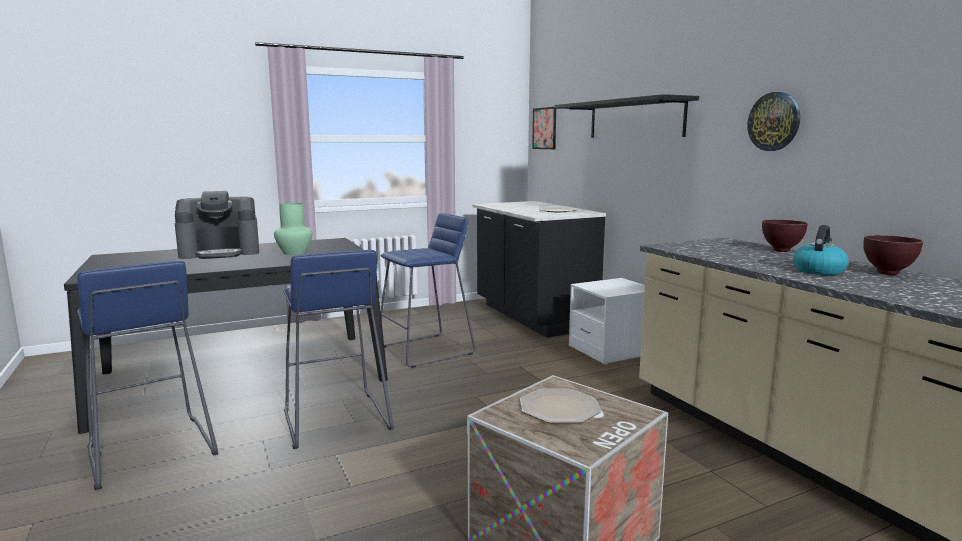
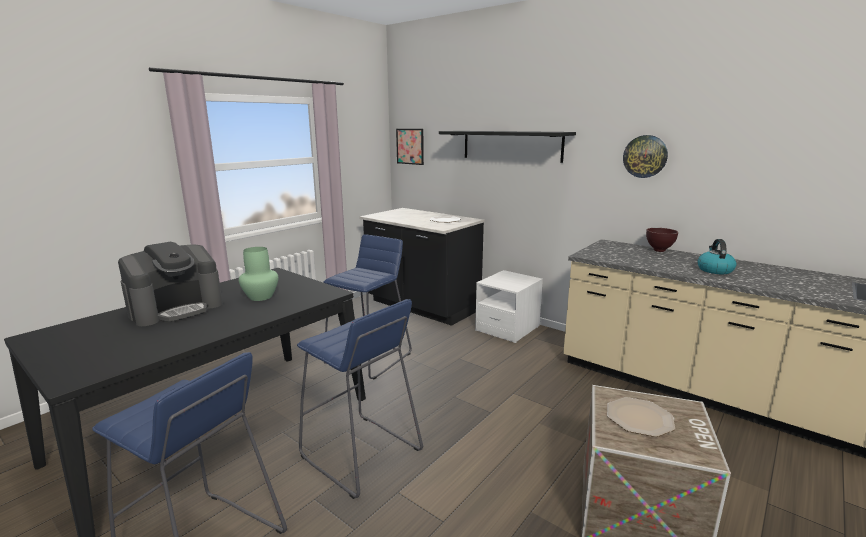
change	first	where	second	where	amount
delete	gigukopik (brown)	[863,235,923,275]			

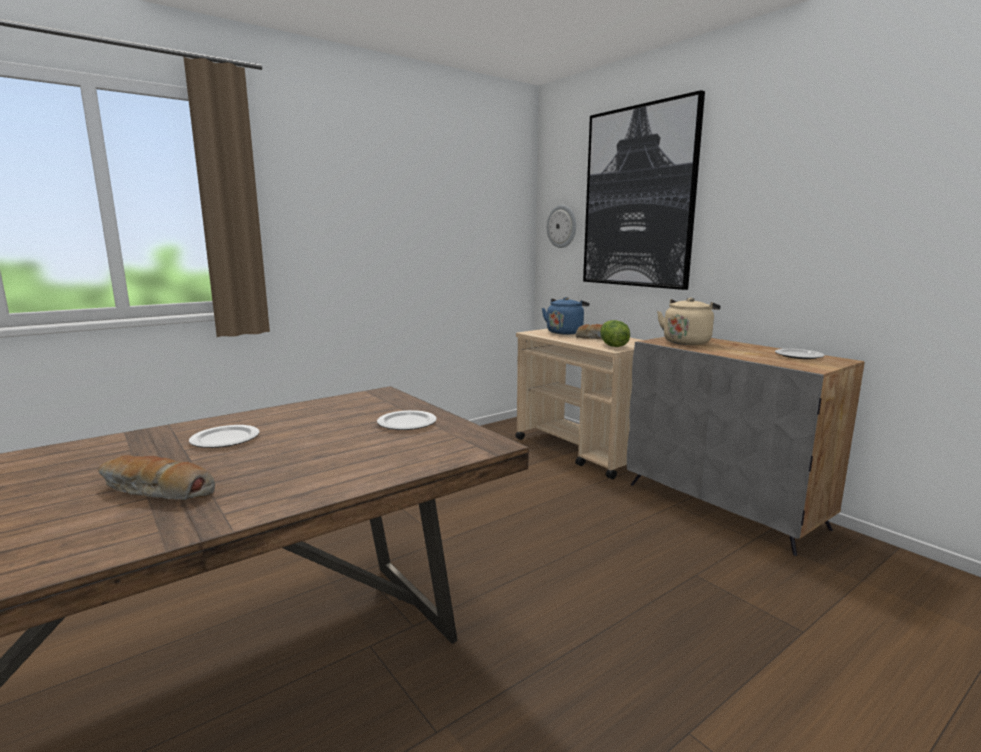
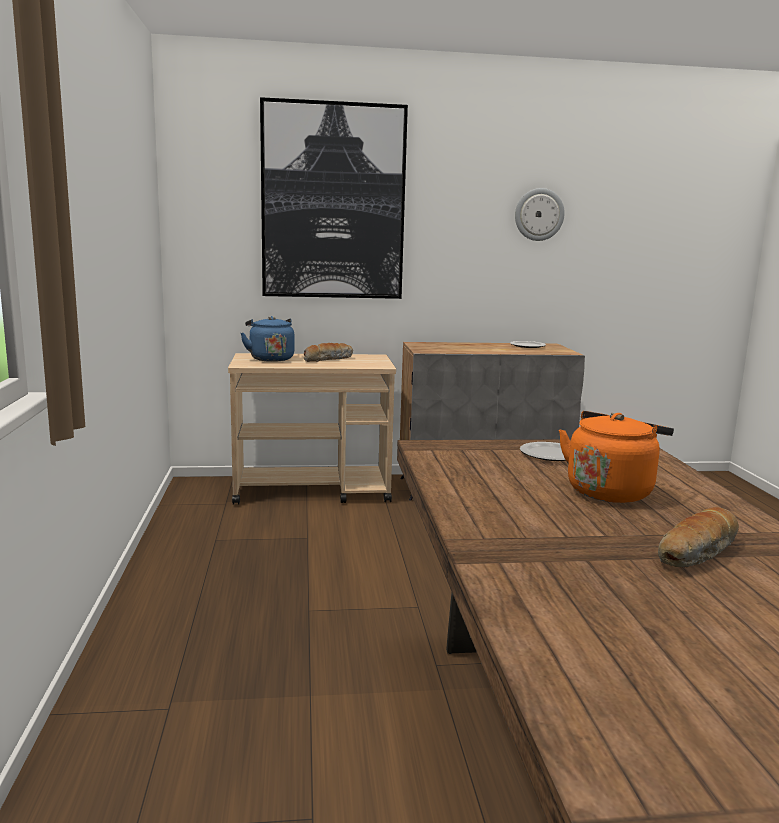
change	first	where	second	where	amount
delete	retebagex	[189,425,260,448]			
move	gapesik	[547,205,576,248]		[515,188,565,241]	
delete	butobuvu	[600,320,630,347]			
delete	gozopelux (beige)	[657,298,721,345]			
insert			gozopelux (orange)	[559,411,674,503]	

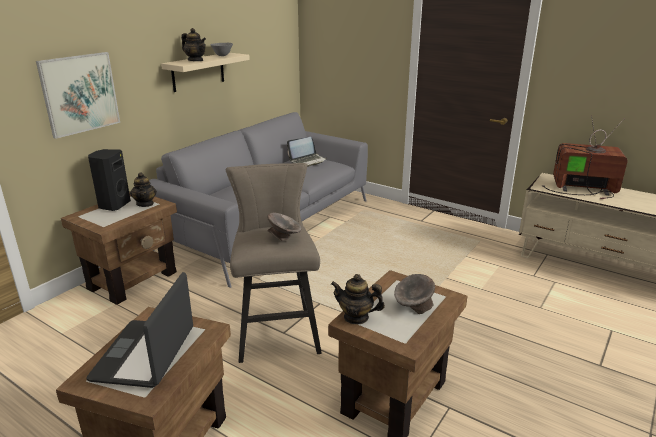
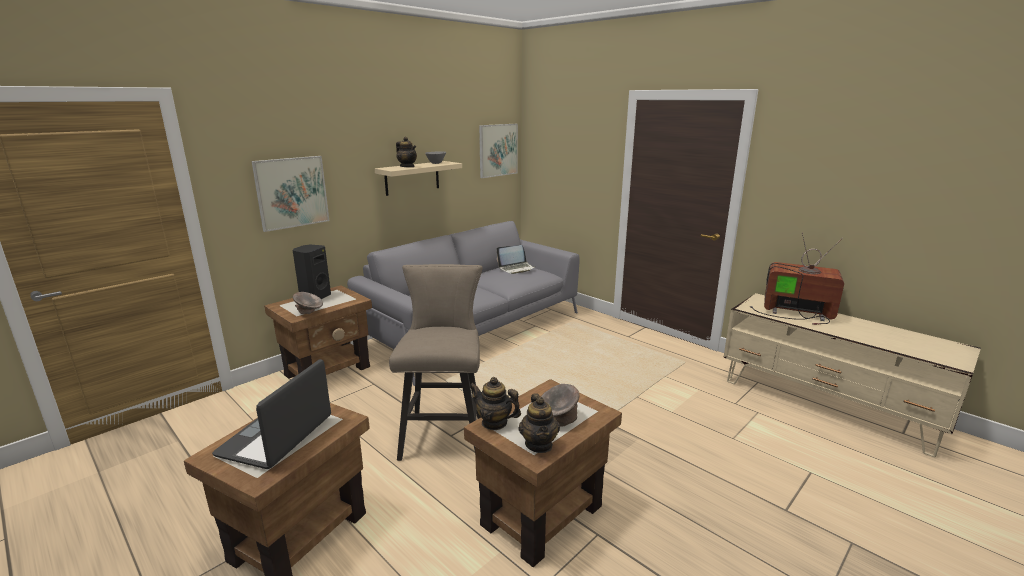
change	first	where	second	where	amount
move	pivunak	[130,172,157,207]		[518,393,560,453]	
move	gigukopik (grey)	[267,212,302,241]		[293,292,323,314]	
insert			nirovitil	[479,124,518,178]	

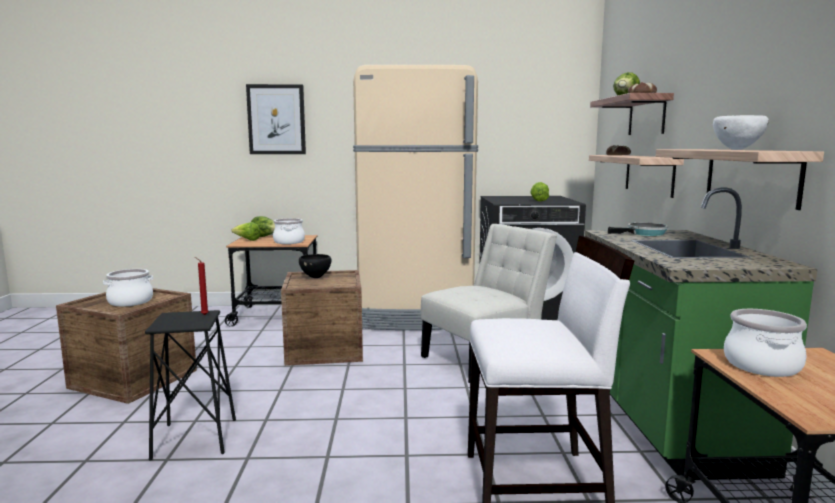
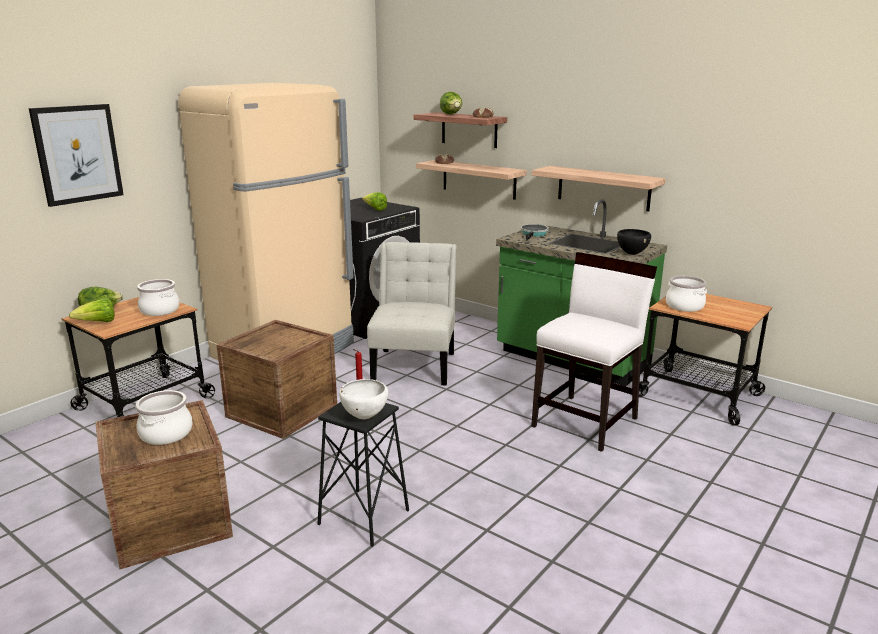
change	first	where	second	where	amount
move	gigukopik (black)	[299,254,331,278]		[617,229,651,255]	
move	gigukopik (white)	[713,115,769,150]		[339,379,388,419]	

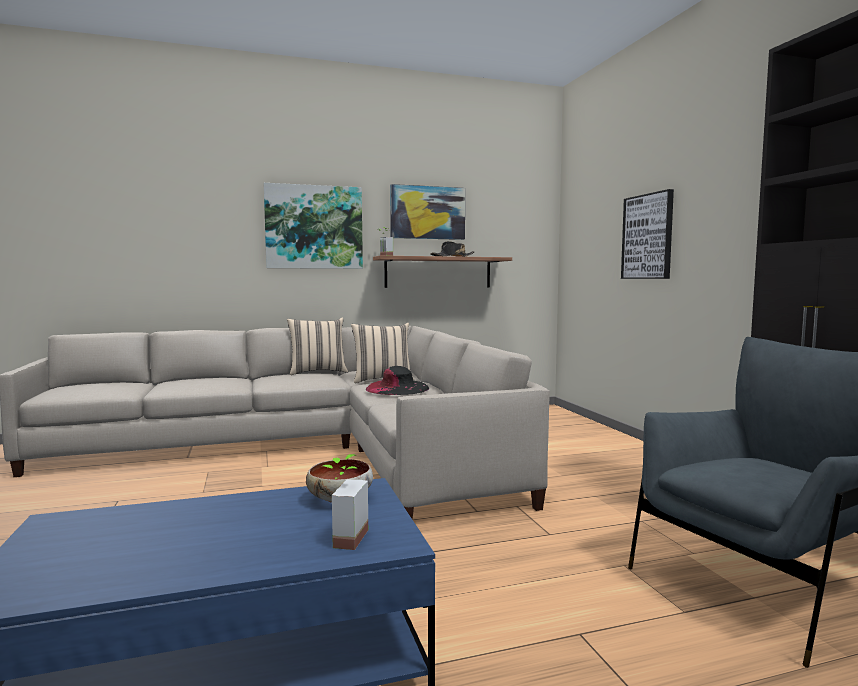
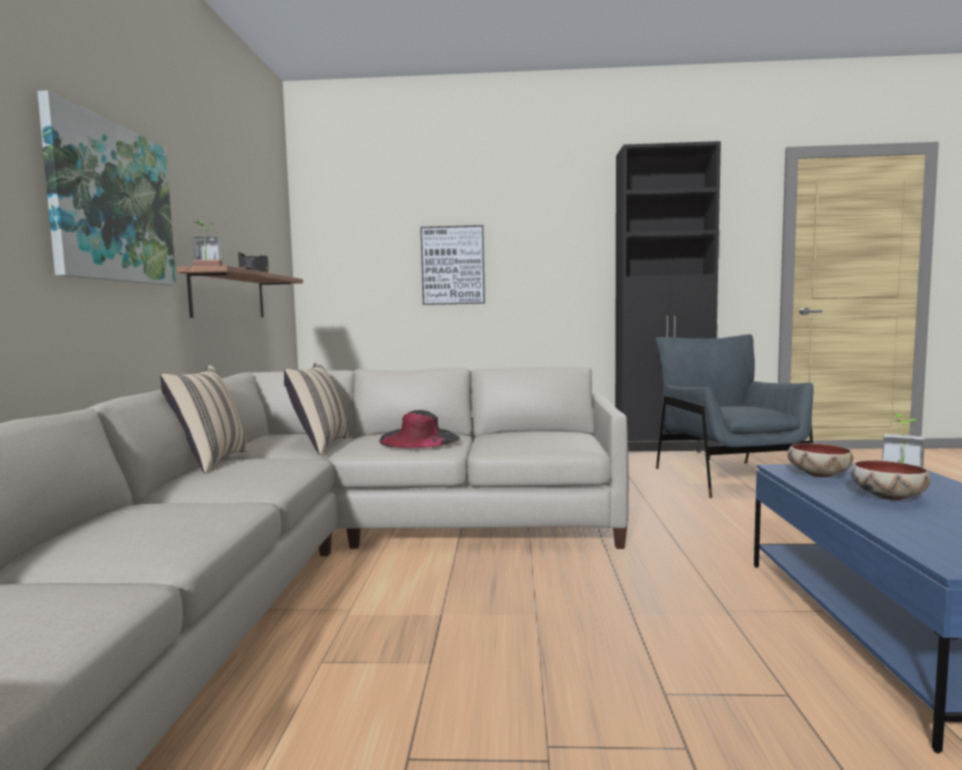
change	first	where	second	where	amount
delete	nirovitil	[390,184,465,240]			
insert			gigukopik	[850,460,930,500]	

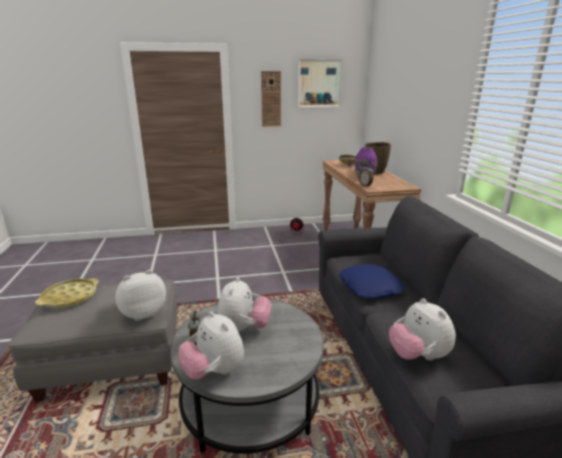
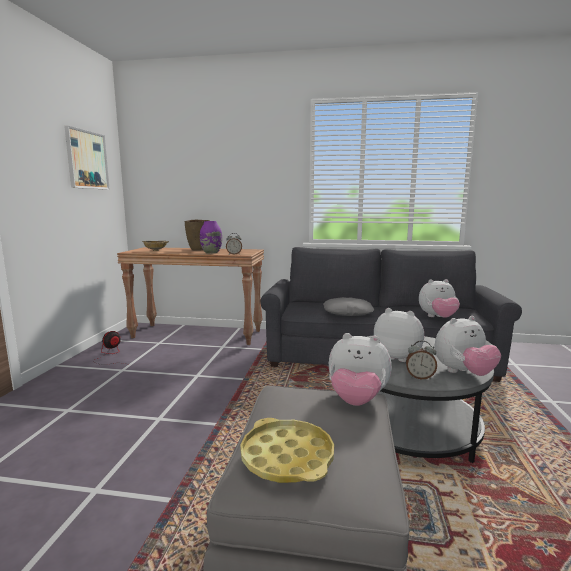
change	first	where	second	where	amount
rotate	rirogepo	[115,270,166,321]		[329,333,392,406]	60 degrees counterclockwise
delete	gapesik	[261,71,281,127]			
recolor	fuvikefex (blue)	[339,264,405,299]	fuvikefex (grey)	[323,297,374,316]	

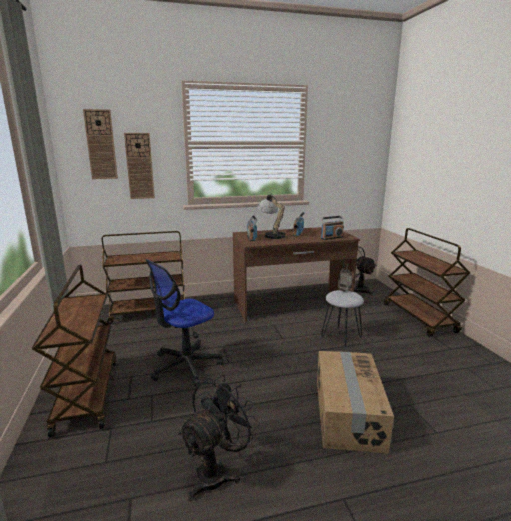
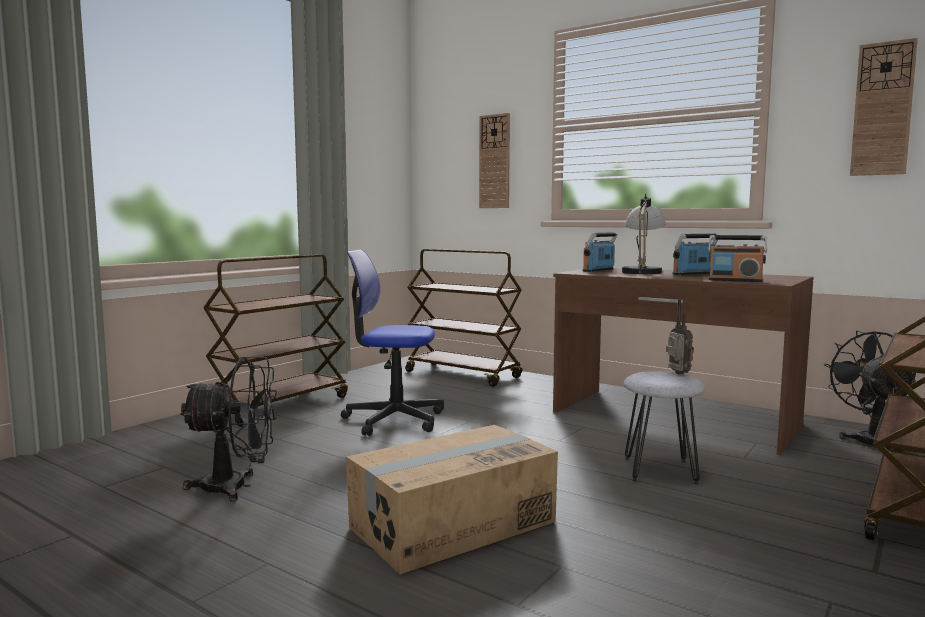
change	first	where	second	where	amount
move	gapesik	[83,109,118,179]		[850,38,918,176]	

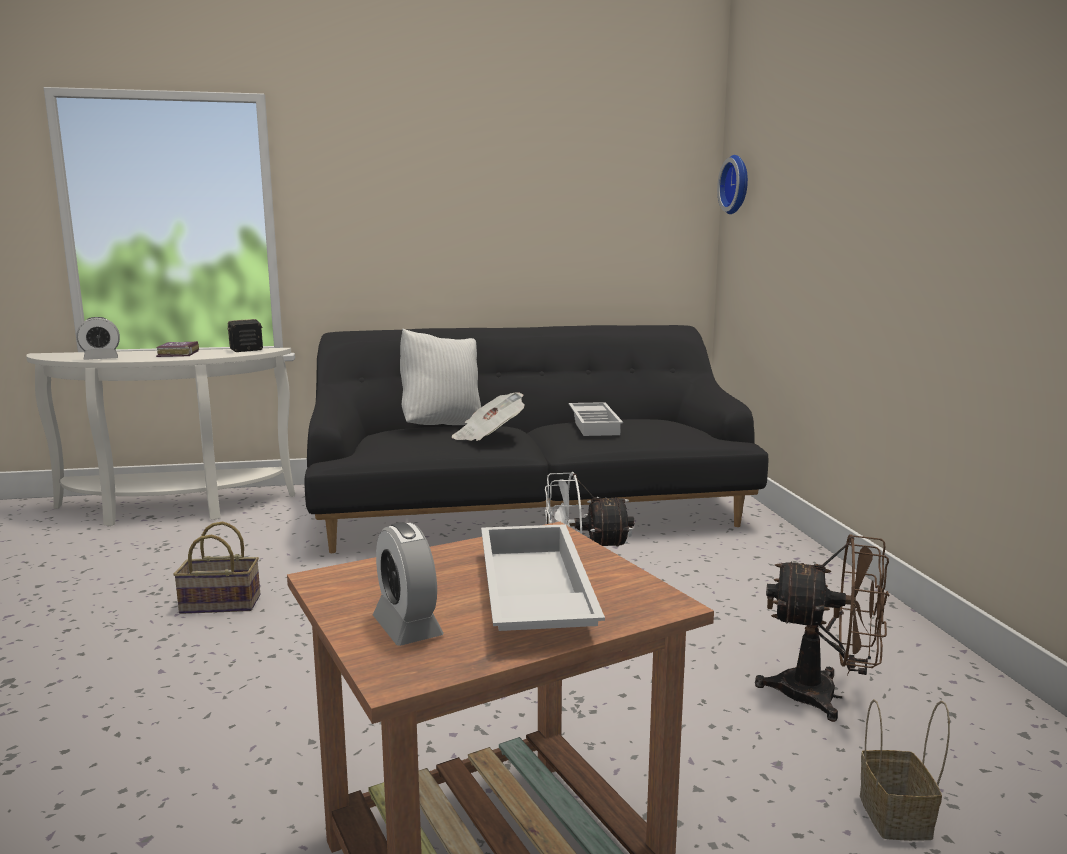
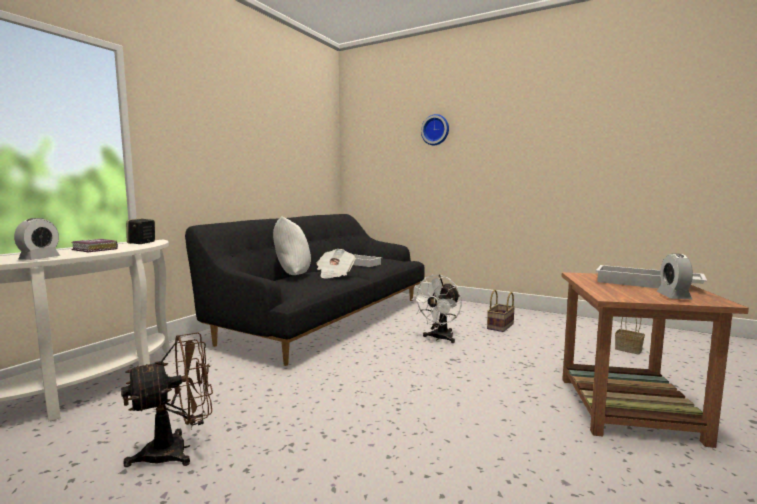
change	first	where	second	where	amount
move	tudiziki	[173,522,260,614]		[487,290,515,332]	
rotate	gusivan	[373,522,444,646]		[656,253,693,299]	90 degrees clockwise
move	gapesik	[717,155,748,214]		[421,114,449,145]	
move	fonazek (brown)	[755,534,890,722]		[121,333,213,467]	

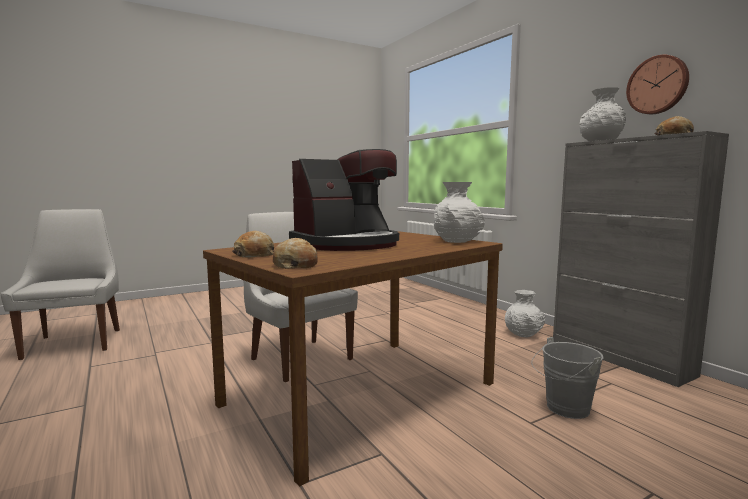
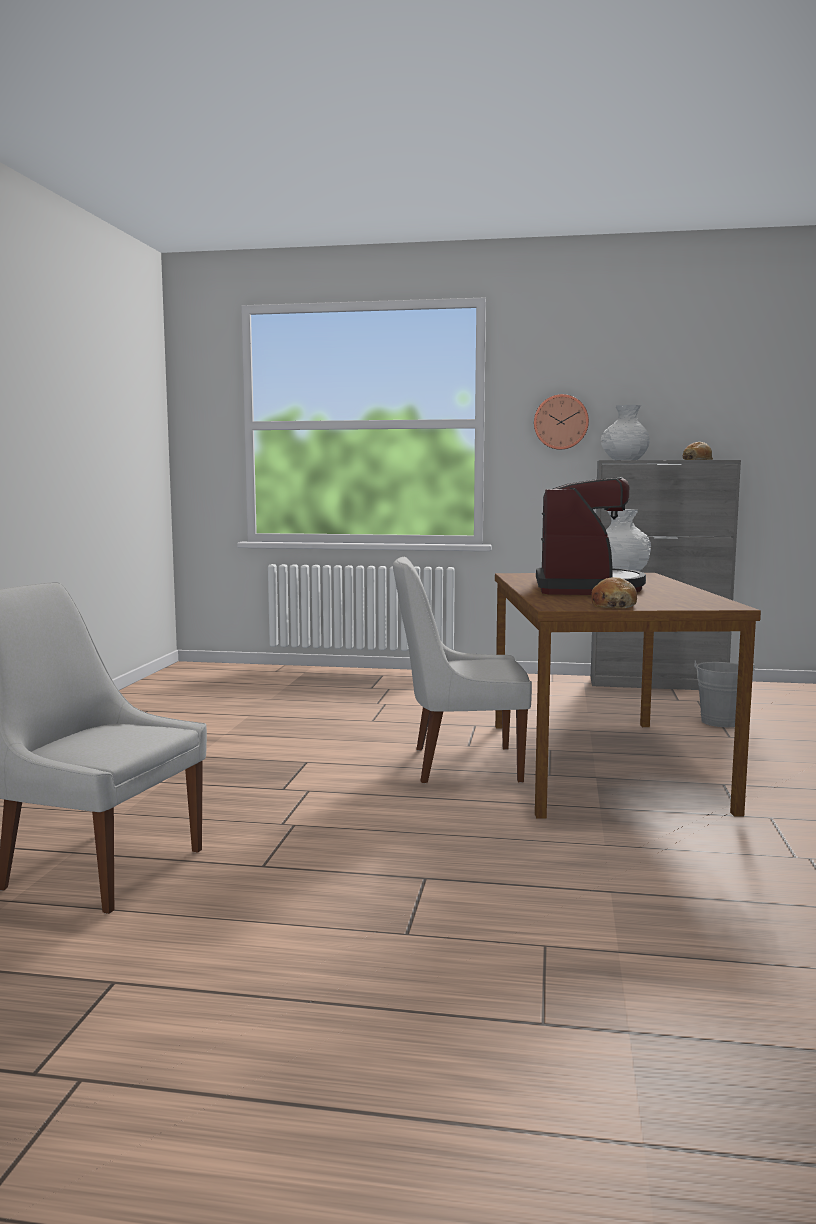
change	first	where	second	where	amount
delete	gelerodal	[273,238,317,269]			
delete	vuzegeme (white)	[505,290,545,338]			
move	gapesik	[626,55,689,114]		[534,394,589,450]	

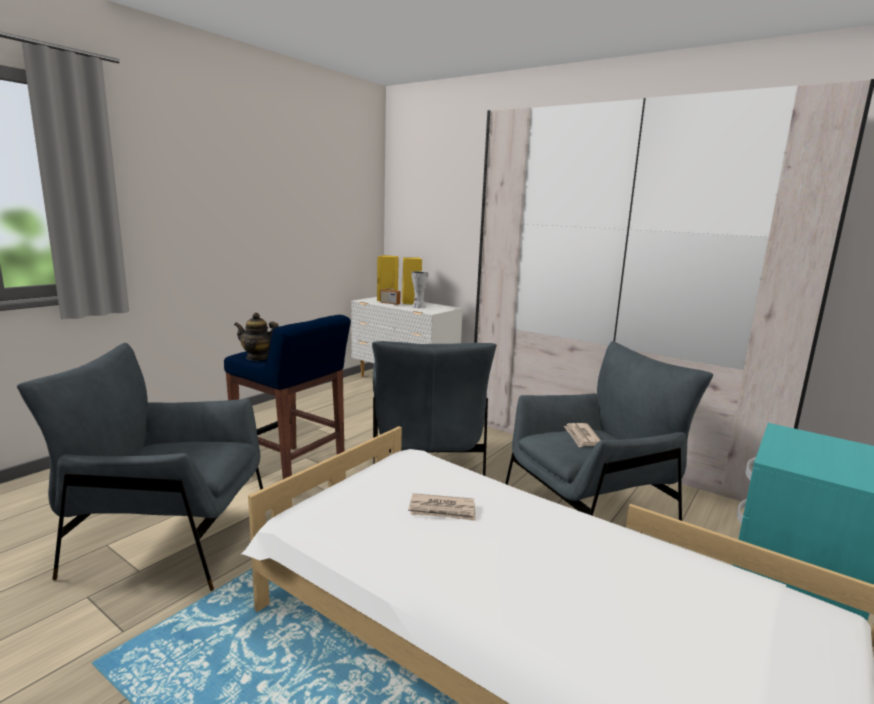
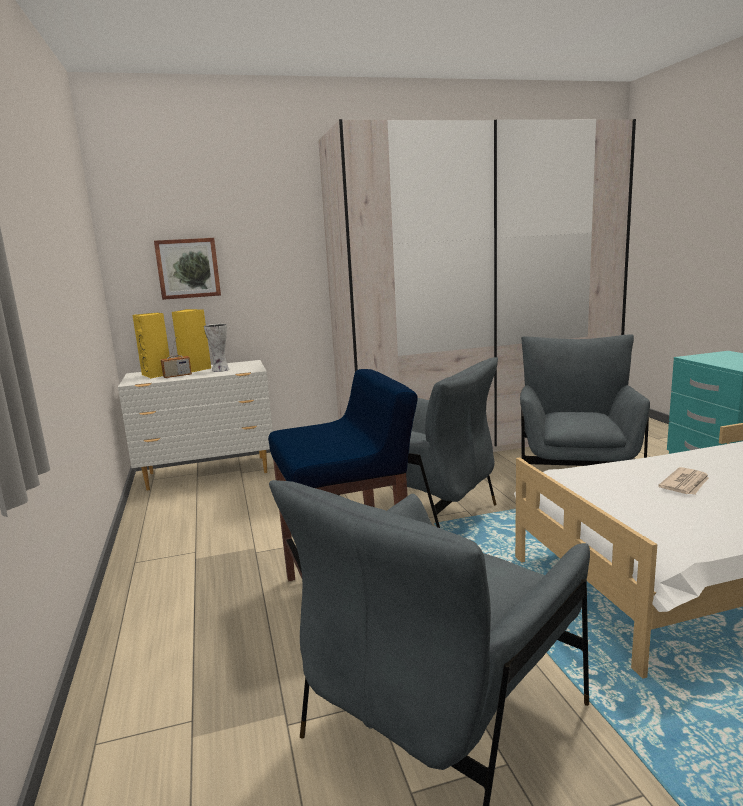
change	first	where	second	where	amount
delete	pivunak	[234,313,278,360]			
delete	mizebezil	[564,423,601,448]			
insert			nirovitil	[154,238,221,300]	

